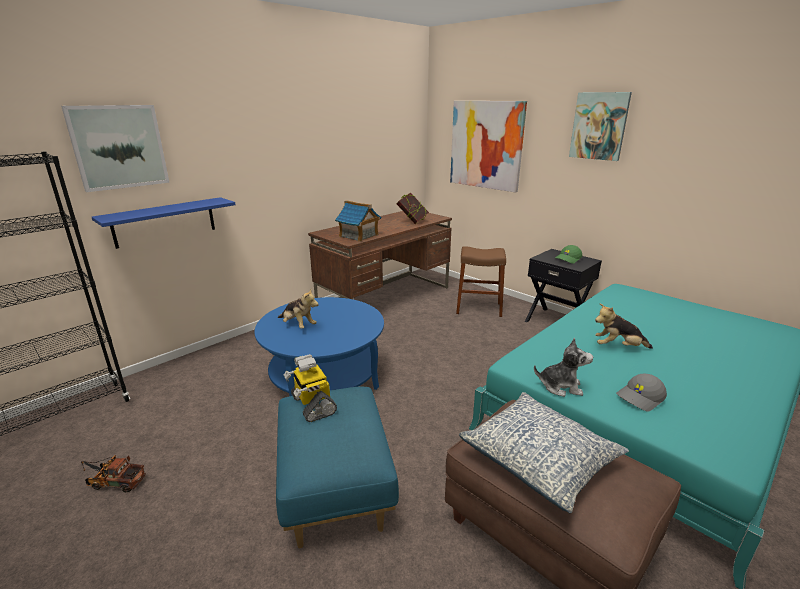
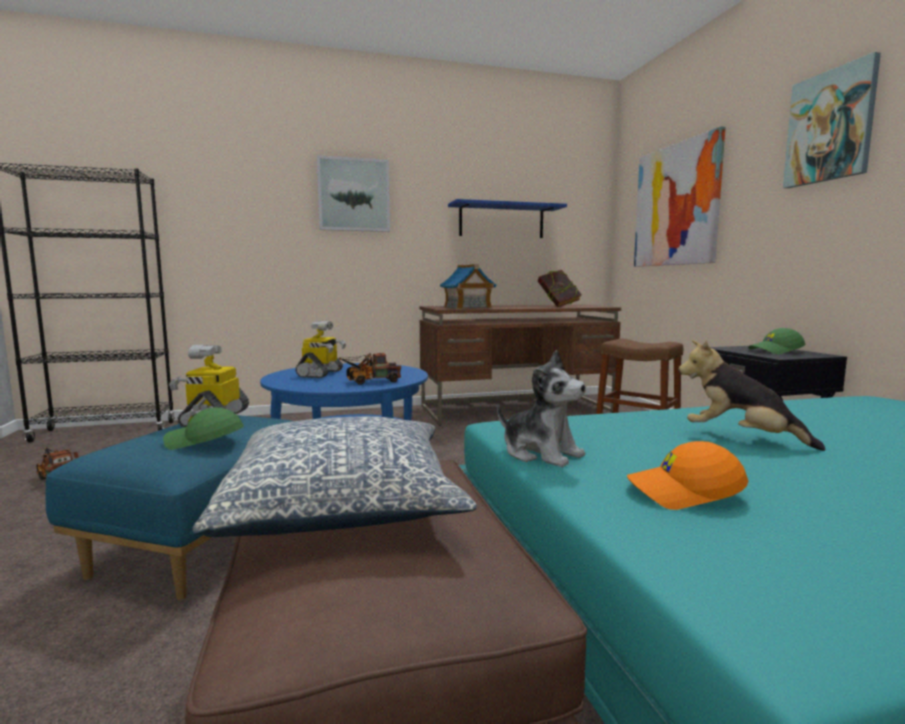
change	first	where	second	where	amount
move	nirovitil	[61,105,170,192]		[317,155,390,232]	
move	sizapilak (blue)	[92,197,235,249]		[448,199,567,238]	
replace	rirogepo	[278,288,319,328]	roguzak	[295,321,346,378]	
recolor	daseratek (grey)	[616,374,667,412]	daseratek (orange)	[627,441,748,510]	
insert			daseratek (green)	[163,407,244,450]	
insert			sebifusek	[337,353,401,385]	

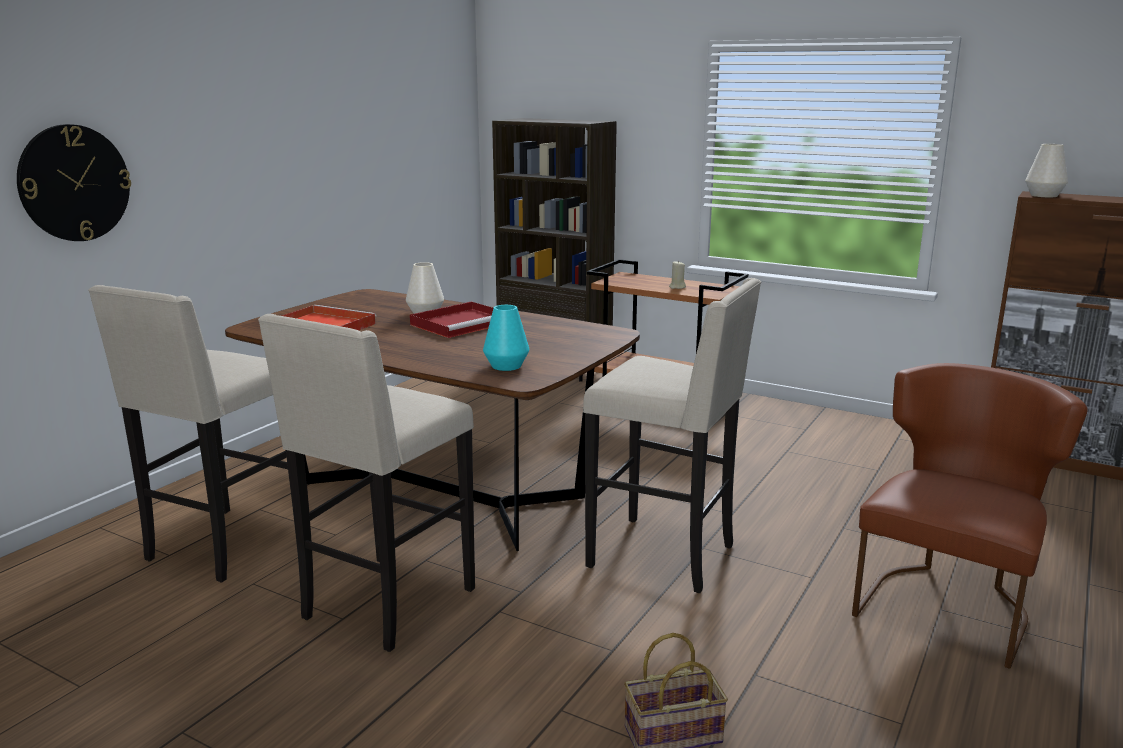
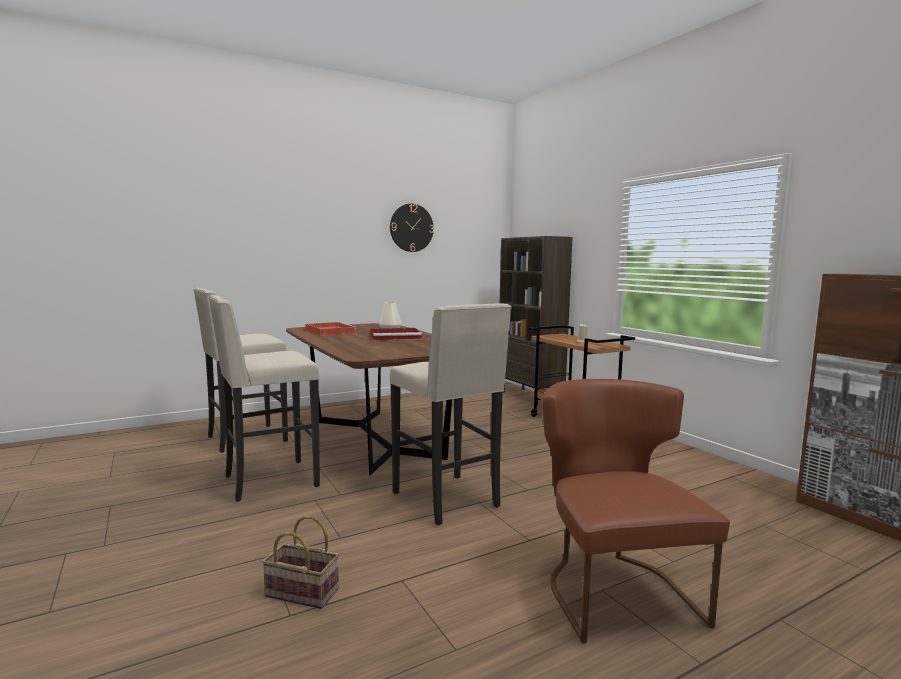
change	first	where	second	where	amount
move	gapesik	[17,124,131,241]		[390,204,434,252]	
delete	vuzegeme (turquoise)	[483,305,529,371]			
rotate	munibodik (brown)	[852,363,1088,669]		[542,379,730,643]	75 degrees counterclockwise
delete	vuzegeme (white)	[1025,144,1068,197]			

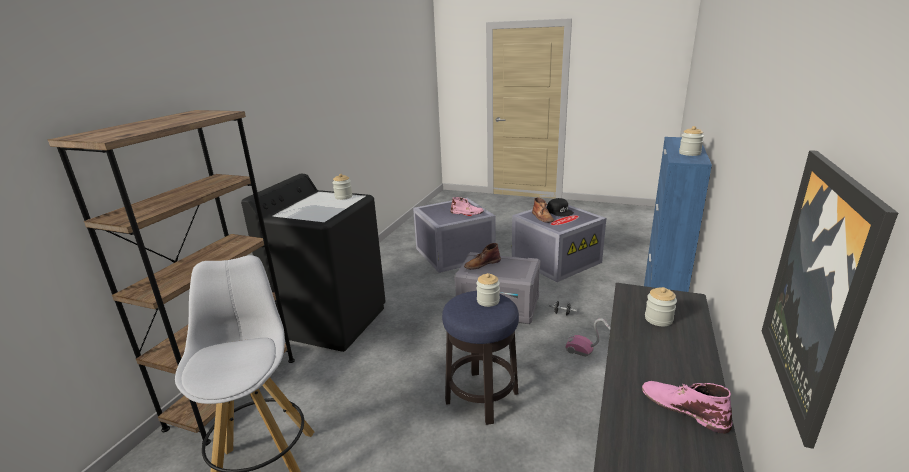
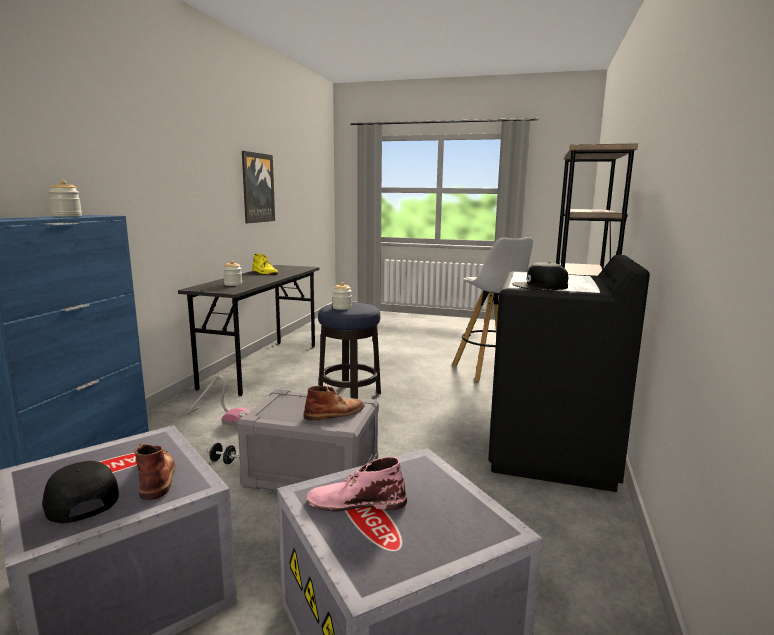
change	first	where	second	where	amount
replace	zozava	[332,174,352,200]	daseratek (black)	[512,262,568,290]	
recolor	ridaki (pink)	[642,381,733,434]	ridaki (yellow)	[252,254,278,275]	

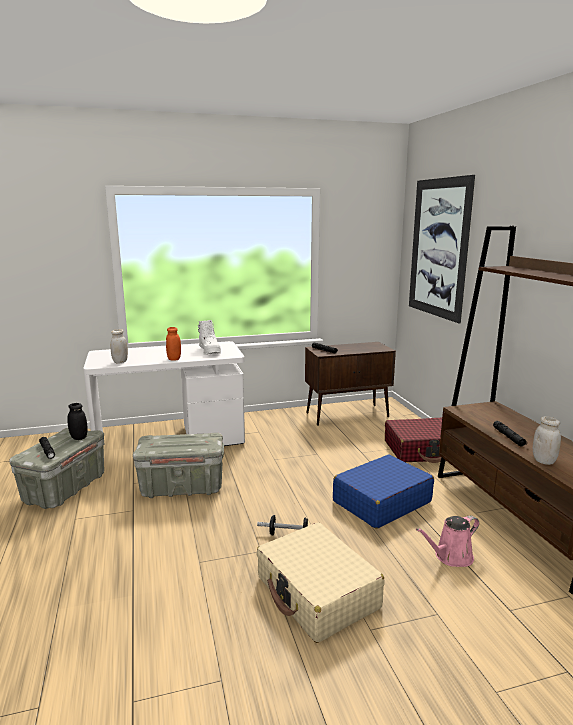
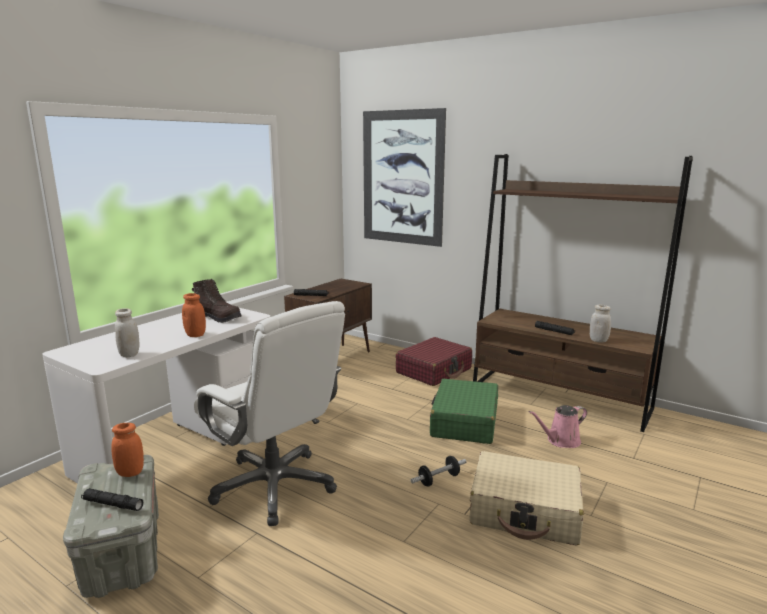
change	first	where	second	where	amount
recolor	zozava (black)	[67,403,88,440]	zozava (orange)	[111,423,144,477]	
replace	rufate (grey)	[133,433,224,498]	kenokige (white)	[194,301,345,526]	
recolor	ridaki (white)	[198,320,221,355]	ridaki (brown)	[192,279,242,323]	
recolor	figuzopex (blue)	[333,455,434,529]	figuzopex (green)	[430,379,498,444]	
rotate	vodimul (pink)	[416,515,479,567]		[529,405,587,448]	45 degrees clockwise

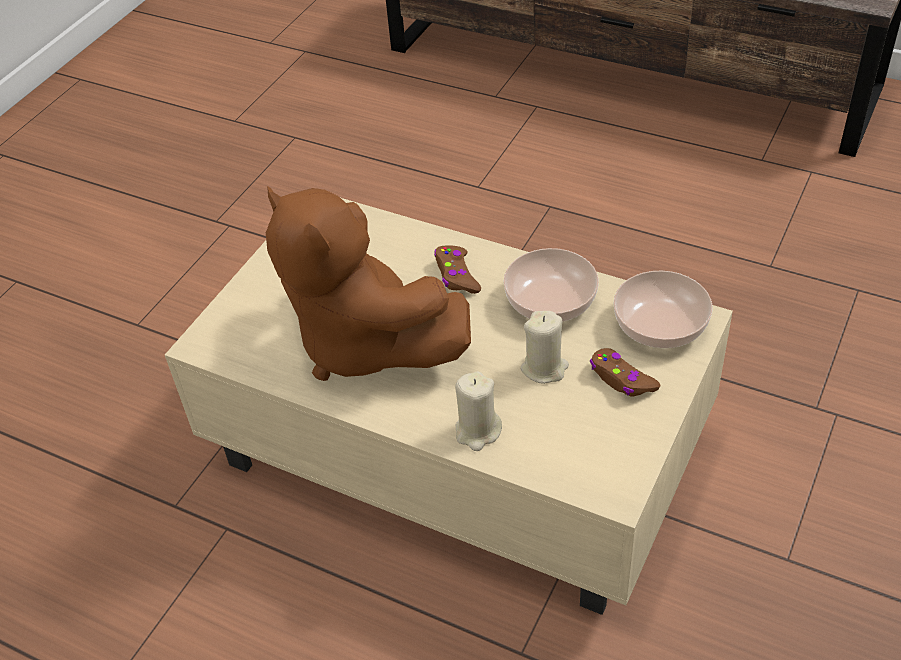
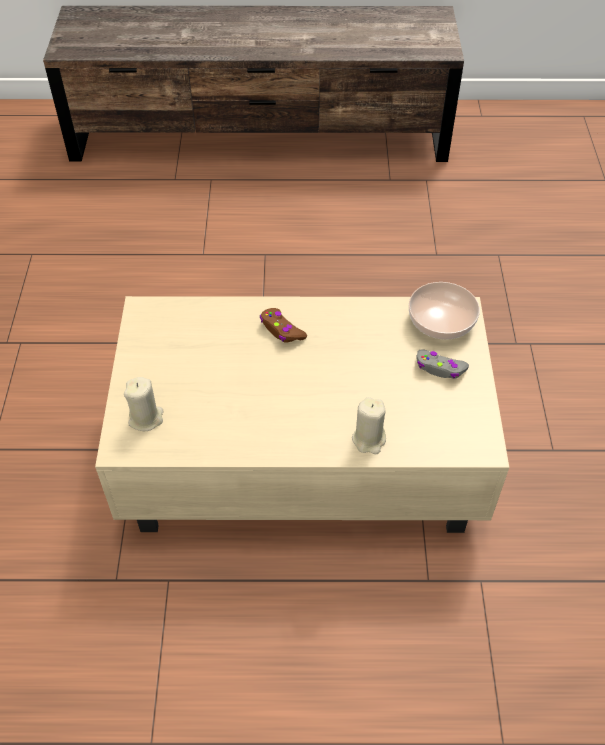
change	first	where	second	where	amount
delete	rirogepo (brown)	[266,186,471,381]			
delete	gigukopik	[503,248,599,322]			
move	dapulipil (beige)	[520,311,569,384]		[124,377,163,431]	
recolor	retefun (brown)	[590,348,661,396]	retefun (grey)	[416,349,469,379]	

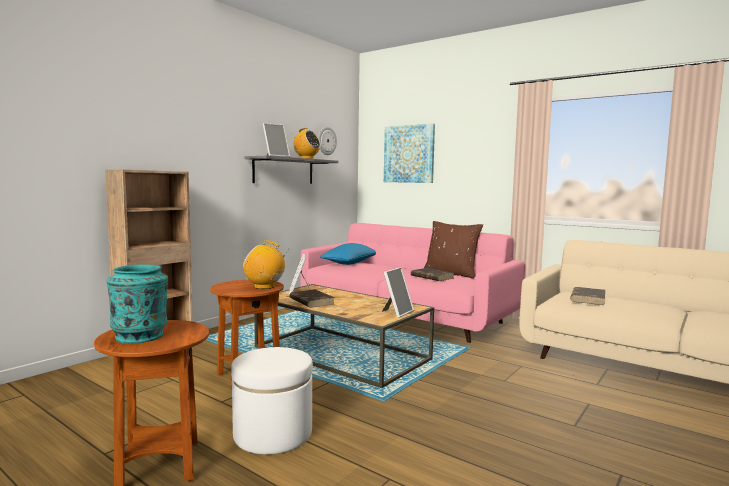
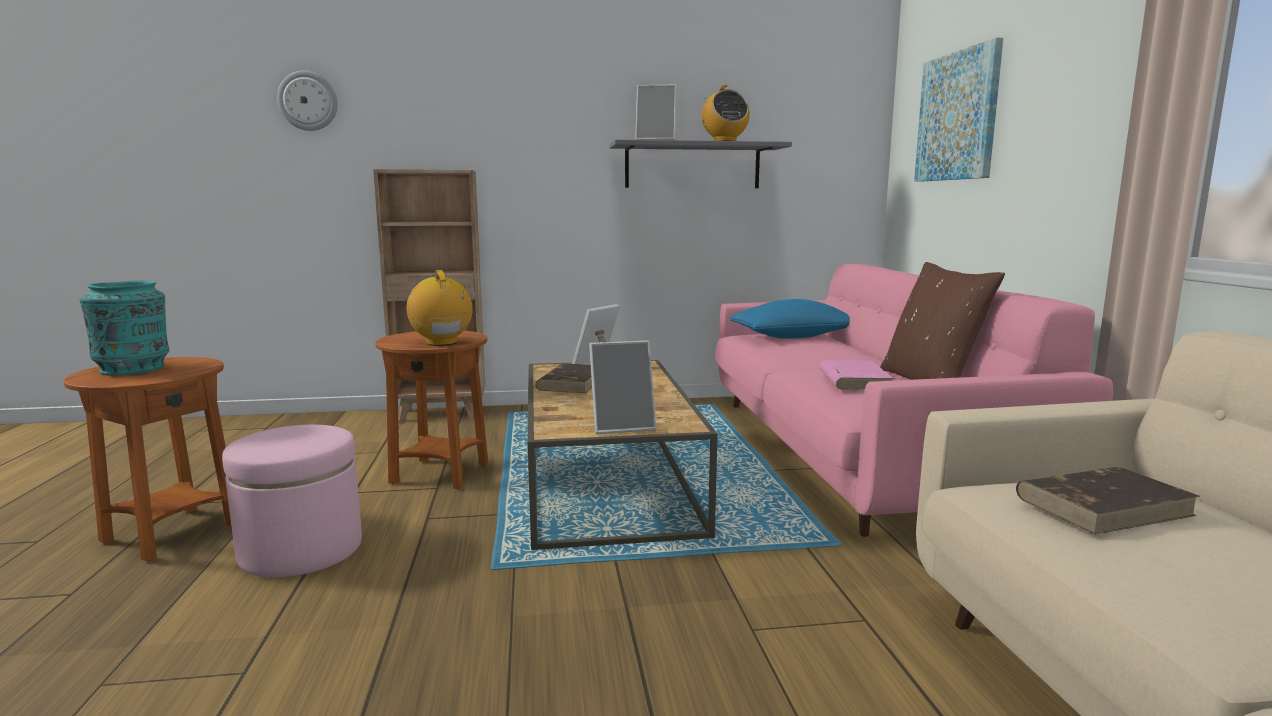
change	first	where	second	where	amount
recolor	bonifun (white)	[231,347,313,455]	bonifun (pink)	[222,425,362,578]	
move	gapesik	[318,127,337,155]		[277,70,338,131]	
recolor	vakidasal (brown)	[411,268,454,281]	vakidasal (pink)	[820,360,894,390]	

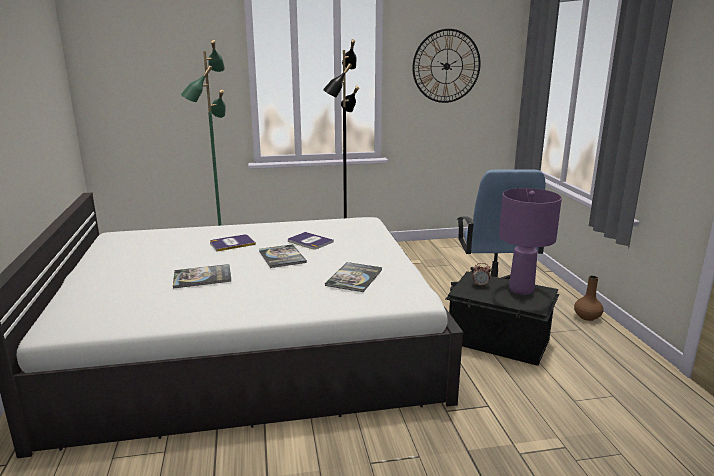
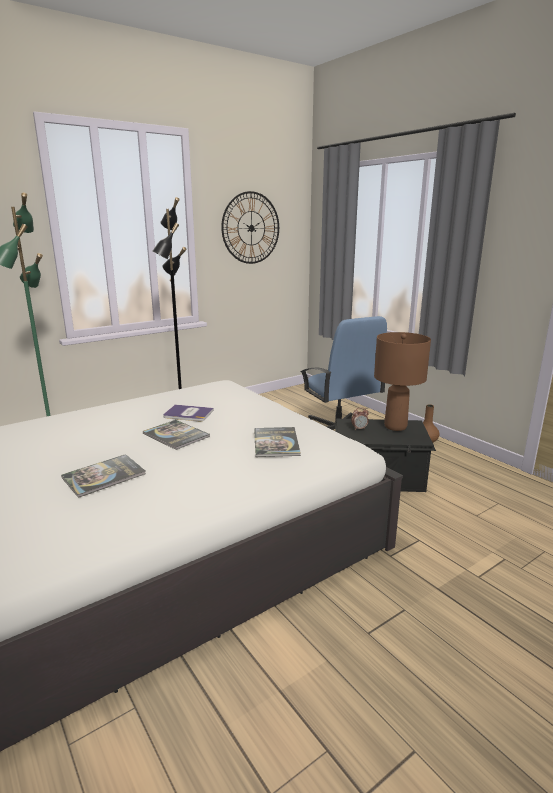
change	first	where	second	where	amount
delete	vakidasal	[210,234,256,252]			
recolor	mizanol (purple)	[499,188,562,295]	mizanol (brown)	[374,332,431,431]	

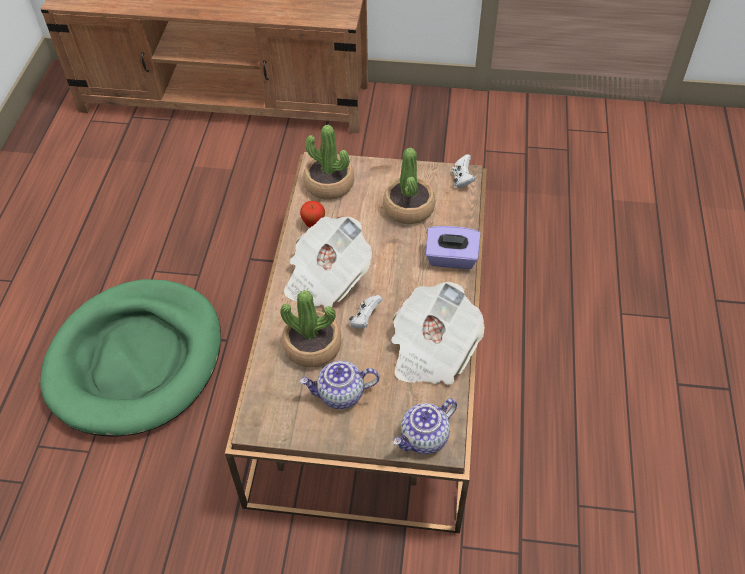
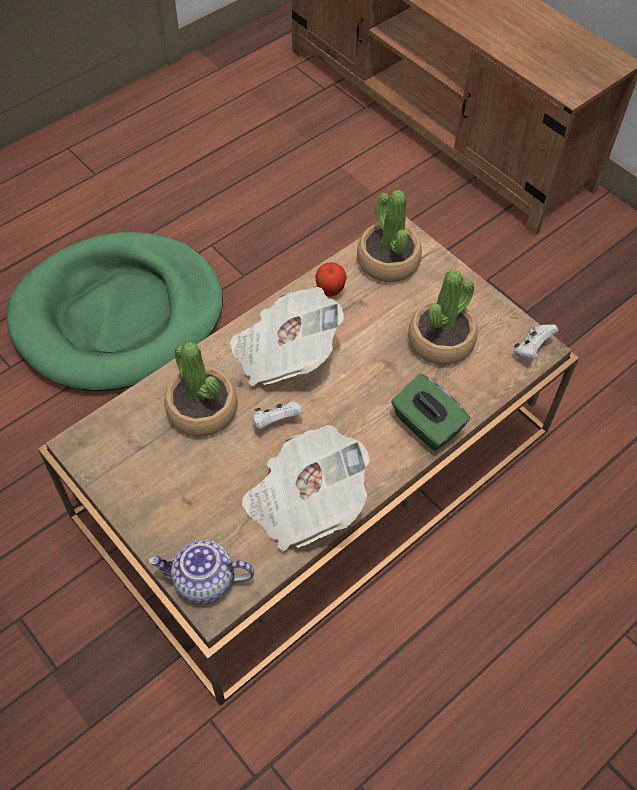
change	first	where	second	where	amount
delete	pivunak	[300,361,379,409]			
recolor	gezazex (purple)	[426,226,481,269]	gezazex (green)	[391,374,470,451]	

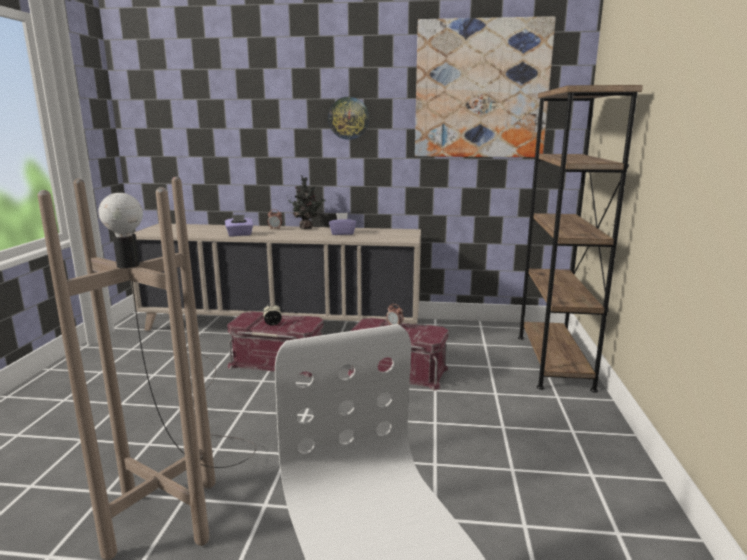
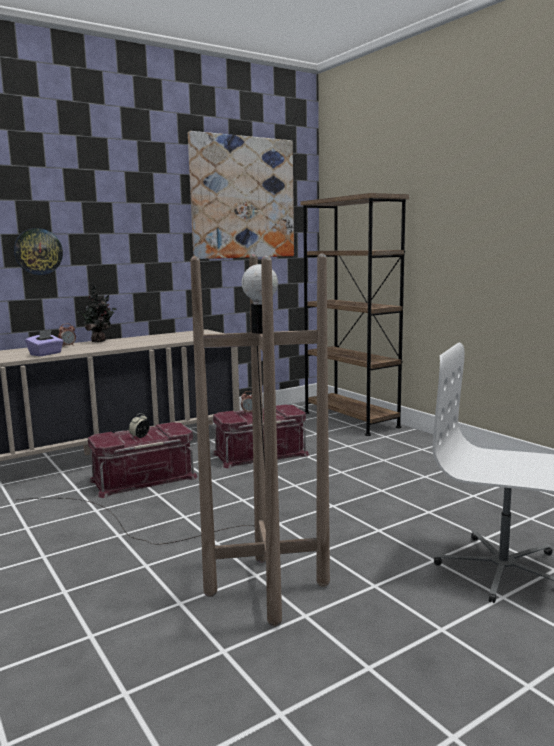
change	first	where	second	where	amount
move	gapesik	[328,97,369,140]		[14,228,63,275]	
delete	gezazex (purple)	[329,213,356,235]			

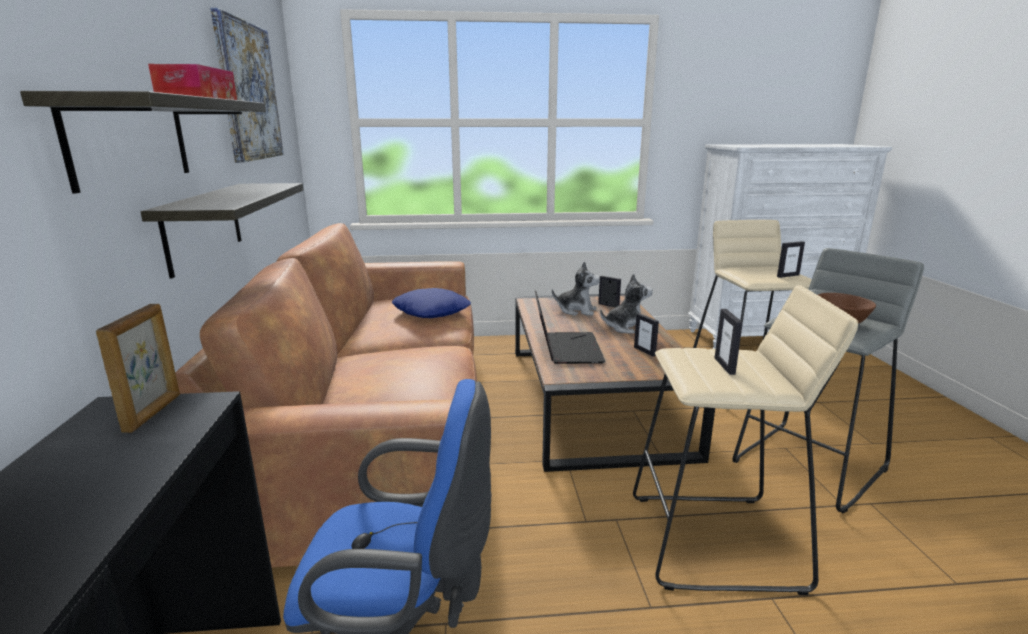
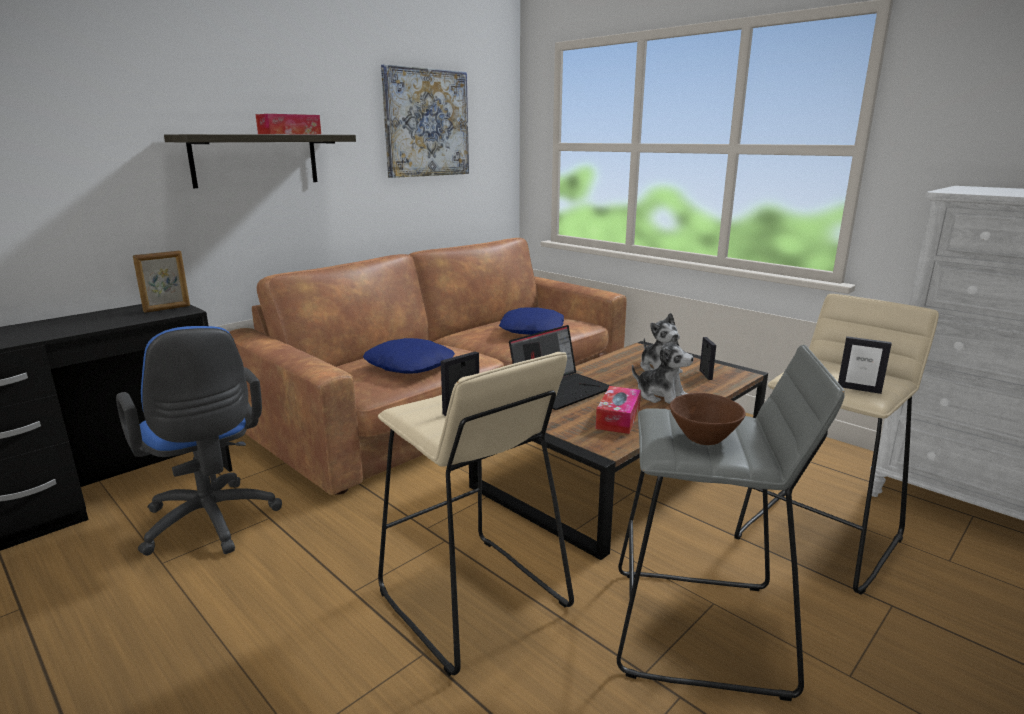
change	first	where	second	where	amount
delete	sizapilak	[141,183,303,279]			
replace	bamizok	[634,313,659,357]	gezazex	[596,386,641,434]	
insert			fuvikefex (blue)	[363,338,455,374]	

